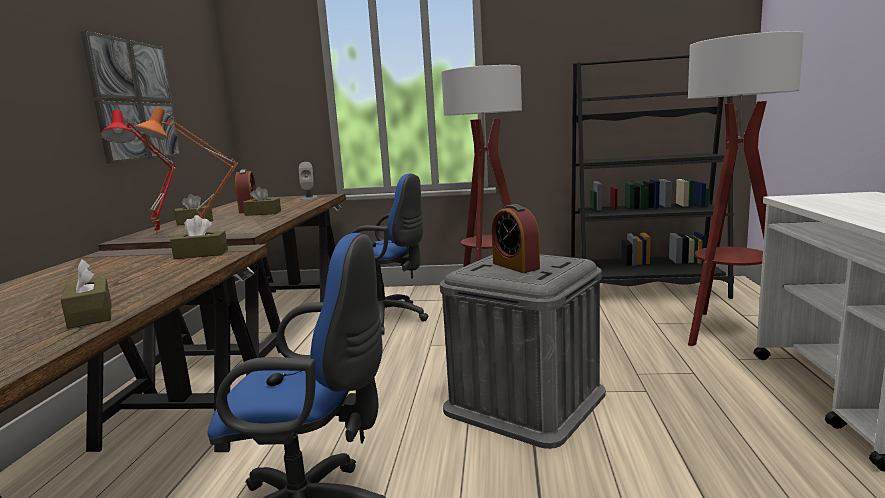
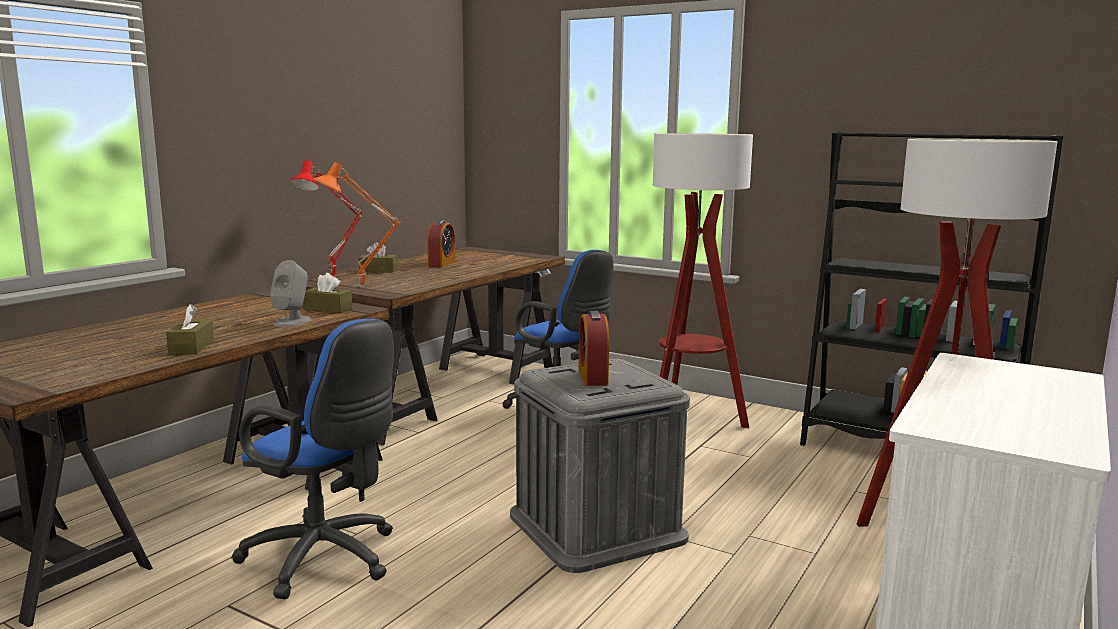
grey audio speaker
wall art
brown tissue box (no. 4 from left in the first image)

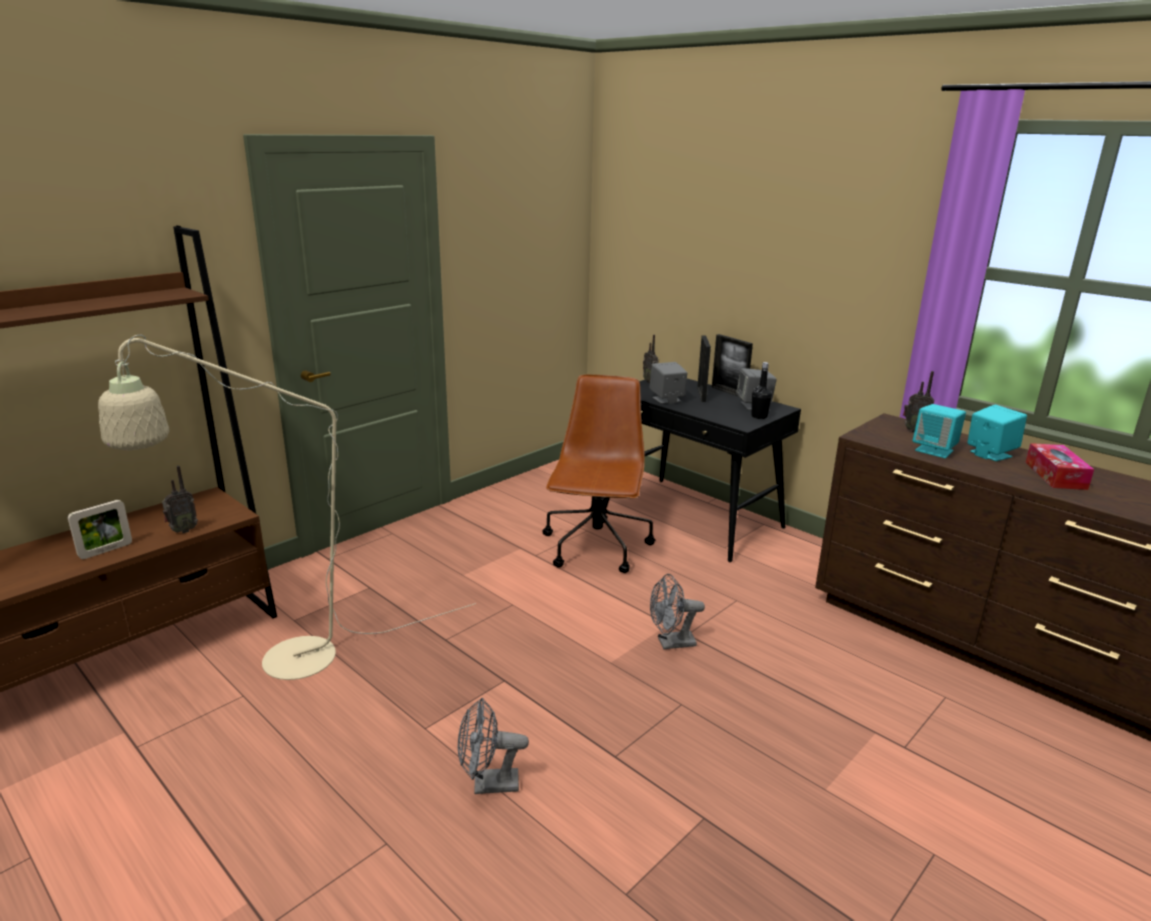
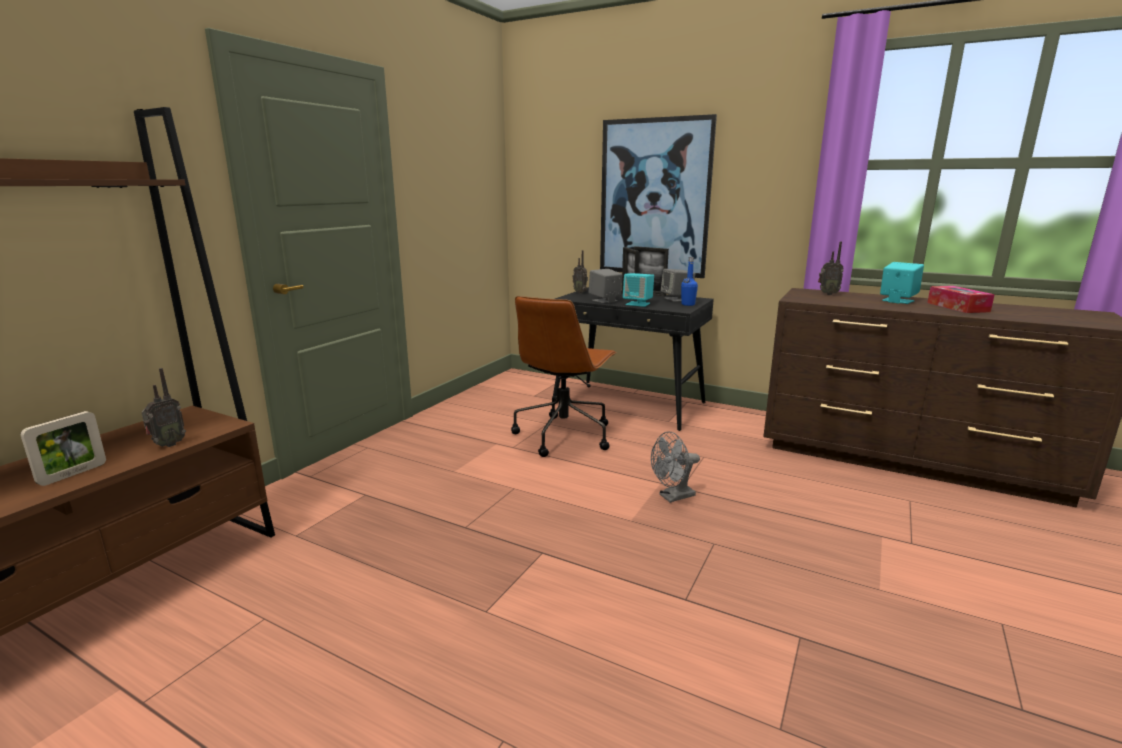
brown desk chair
wall art
turquoise audio speaker (no. 1 from left)
blue drink bottle
beige-coloured standard lamp
grey electric fan (no. 1 from left in the first image)

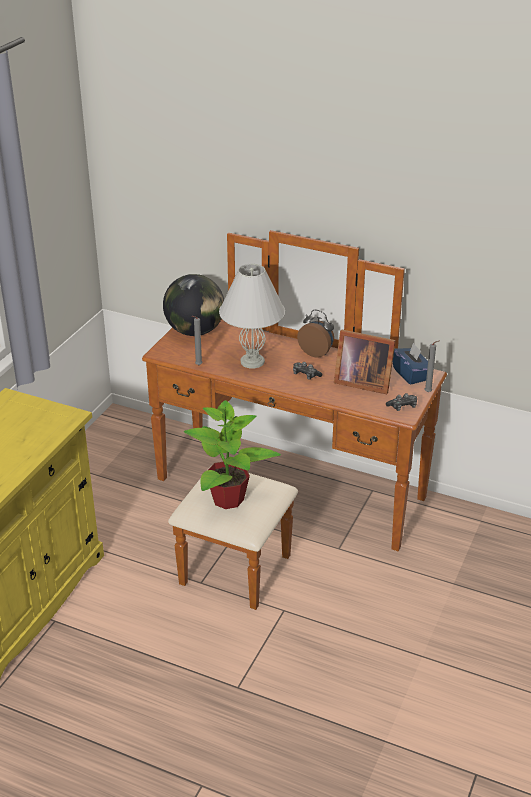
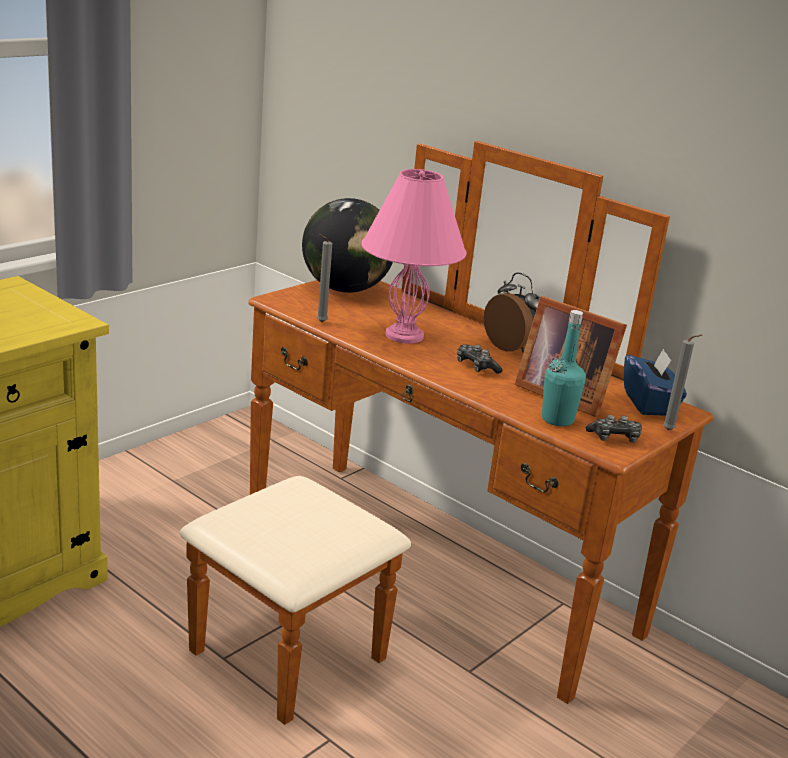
pinkish tabletop lamp
turquoise drink bottle
potted plant

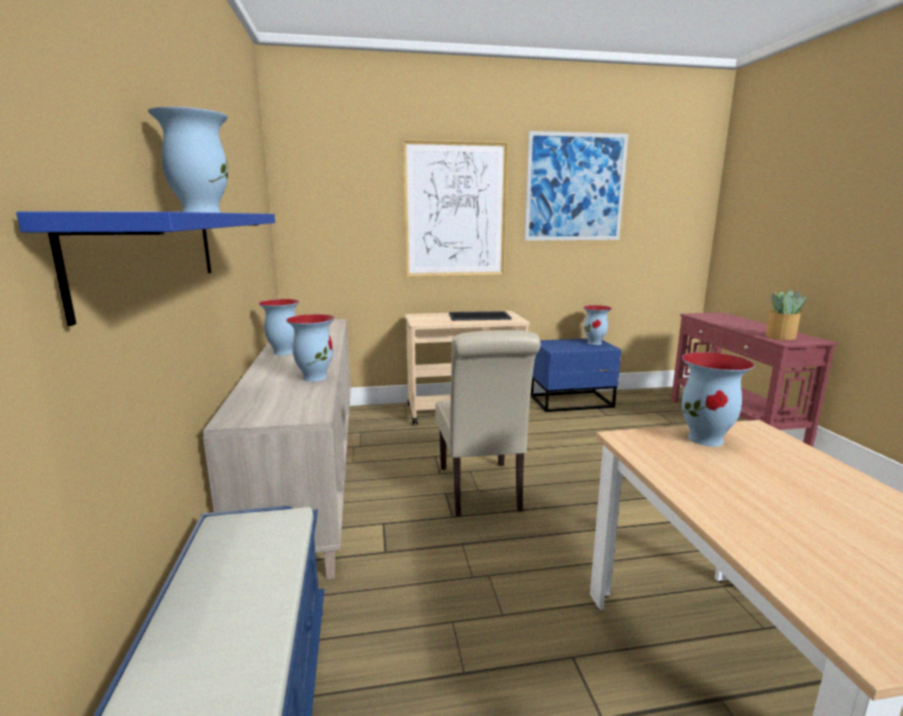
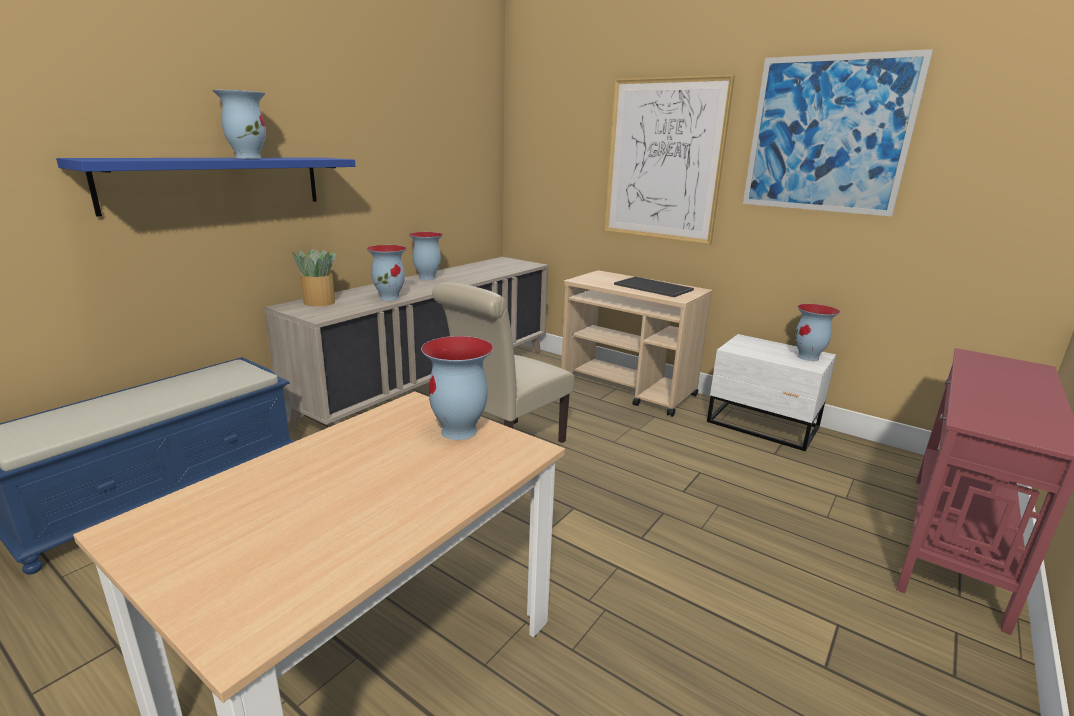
potted plant
white-coloured night table

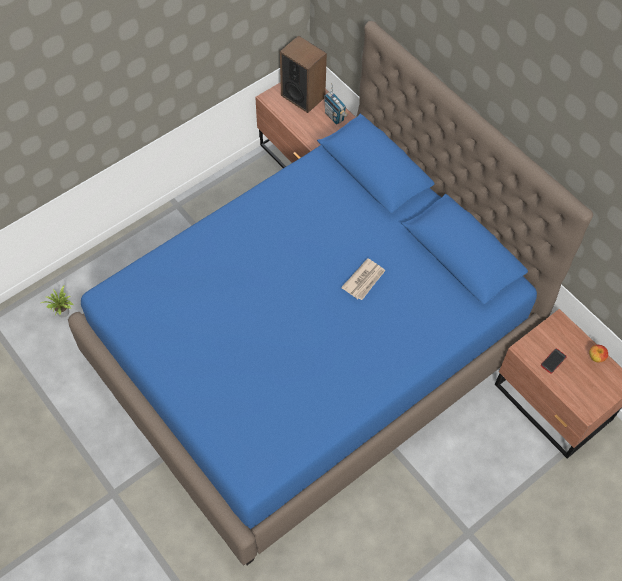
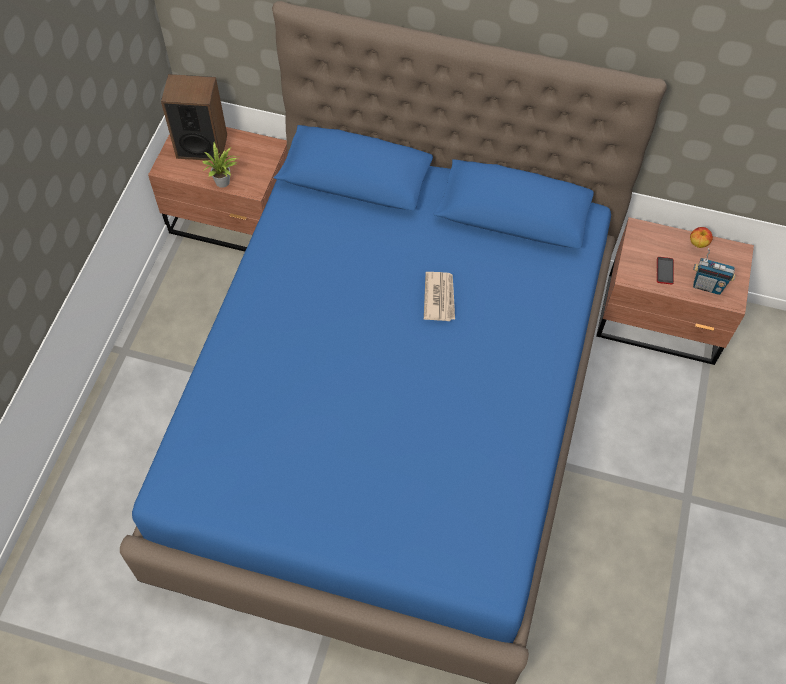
potted plant
radio receiver

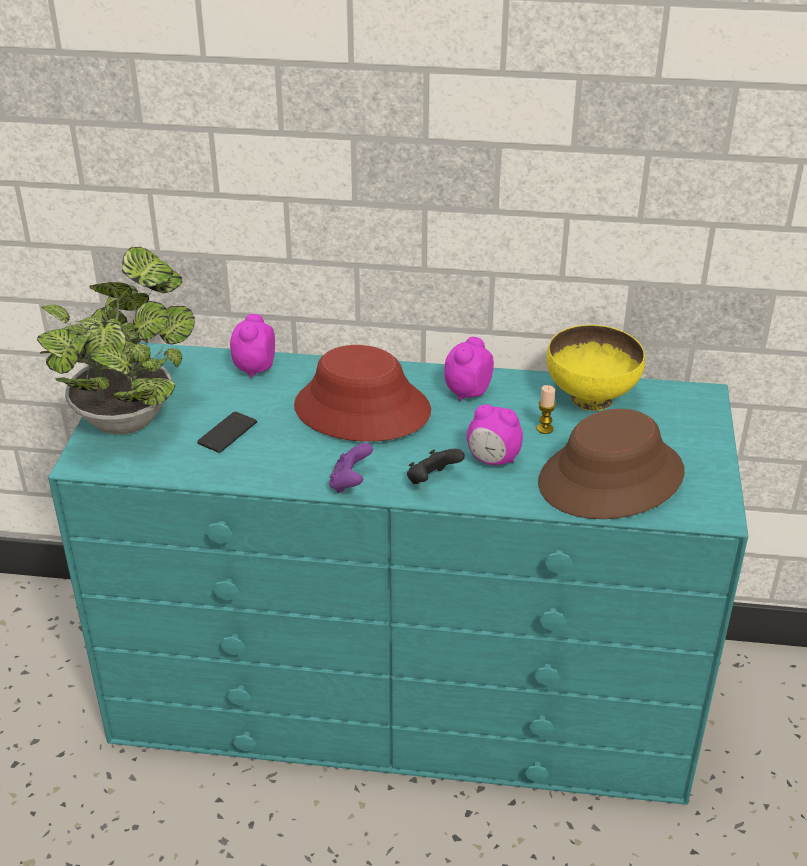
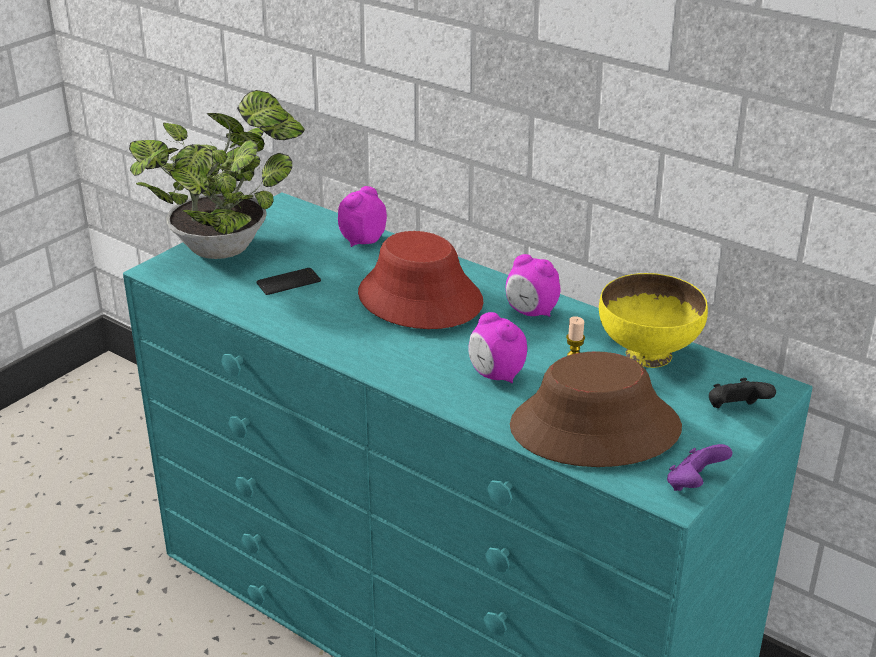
bedside clock (no. 3 from left)
purple-coloured game controller
black game controller

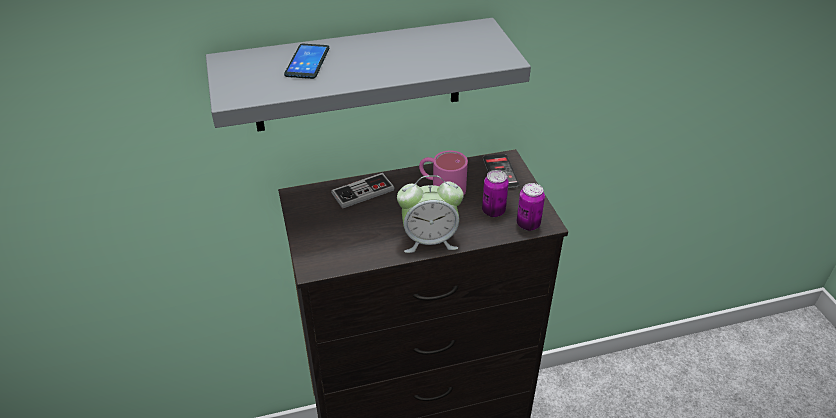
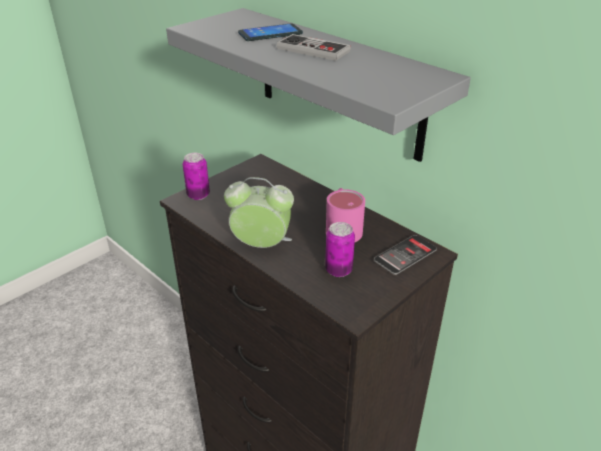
can (no. 1 from left)
bedside clock
game controller

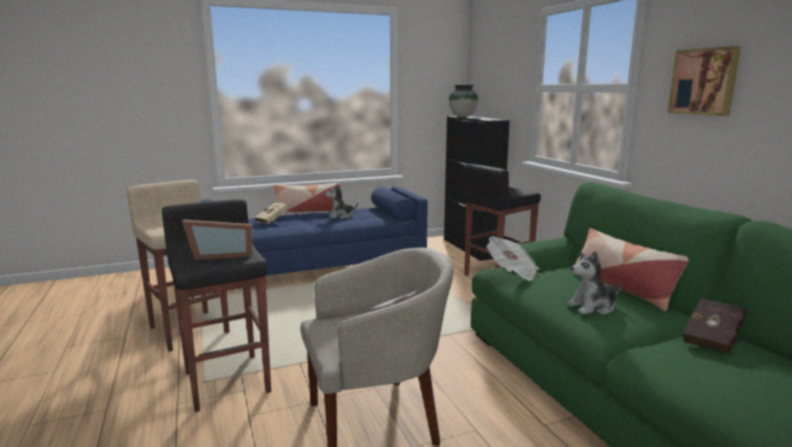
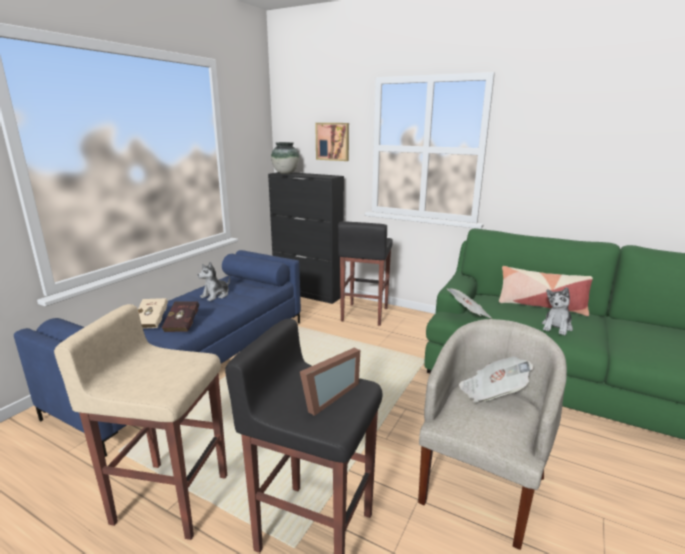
red bound book
wall art
pillow (no. 1 from left in the first image)

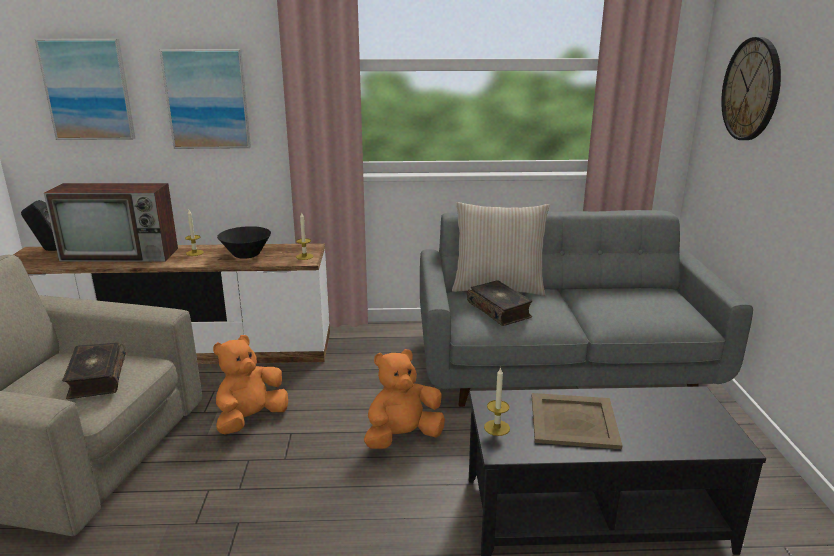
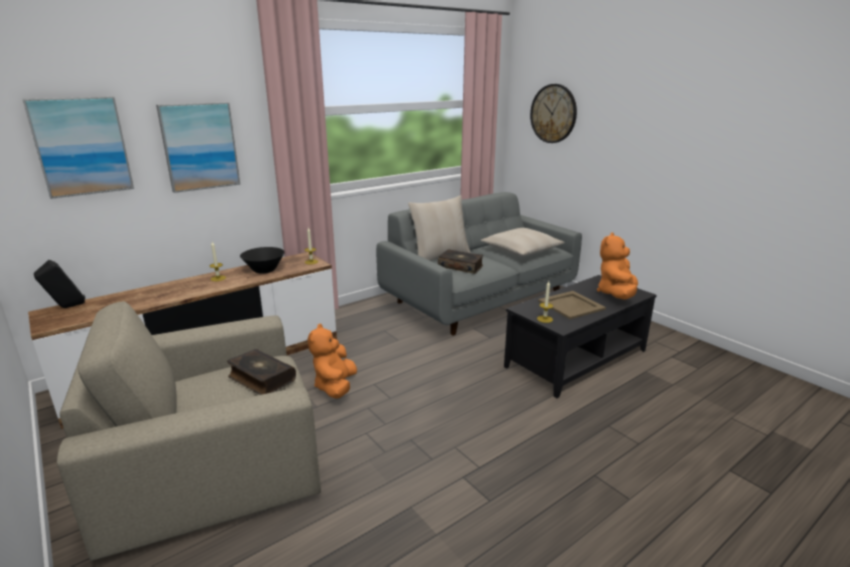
beige-coloured pillow (no. 2 from left)
orangey soft toy (no. 2 from left)
TV

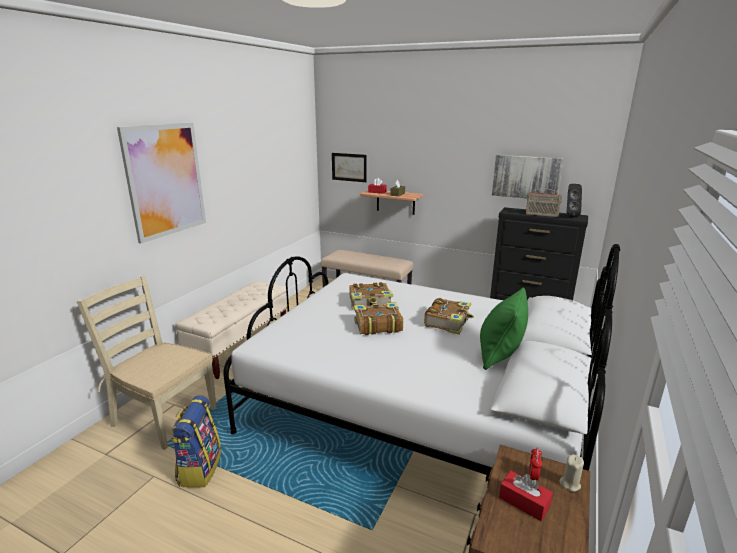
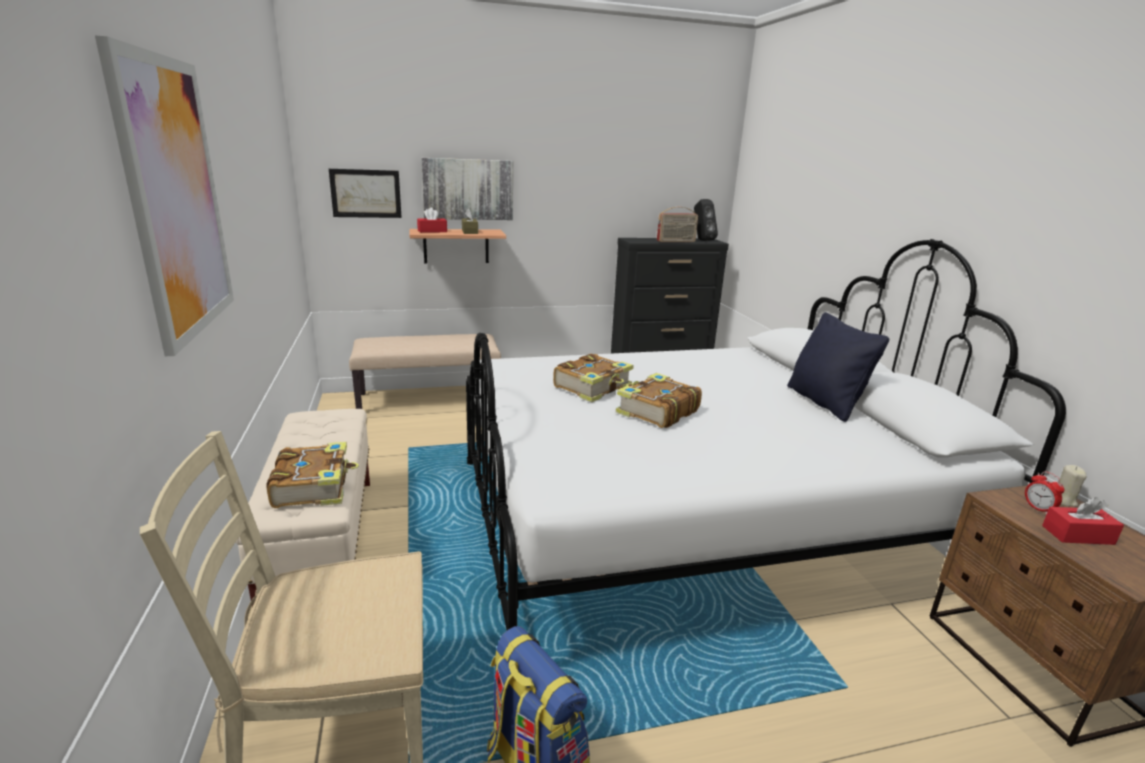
bound book (no. 1 from left)
wall art (no. 3 from left)
black pillow

